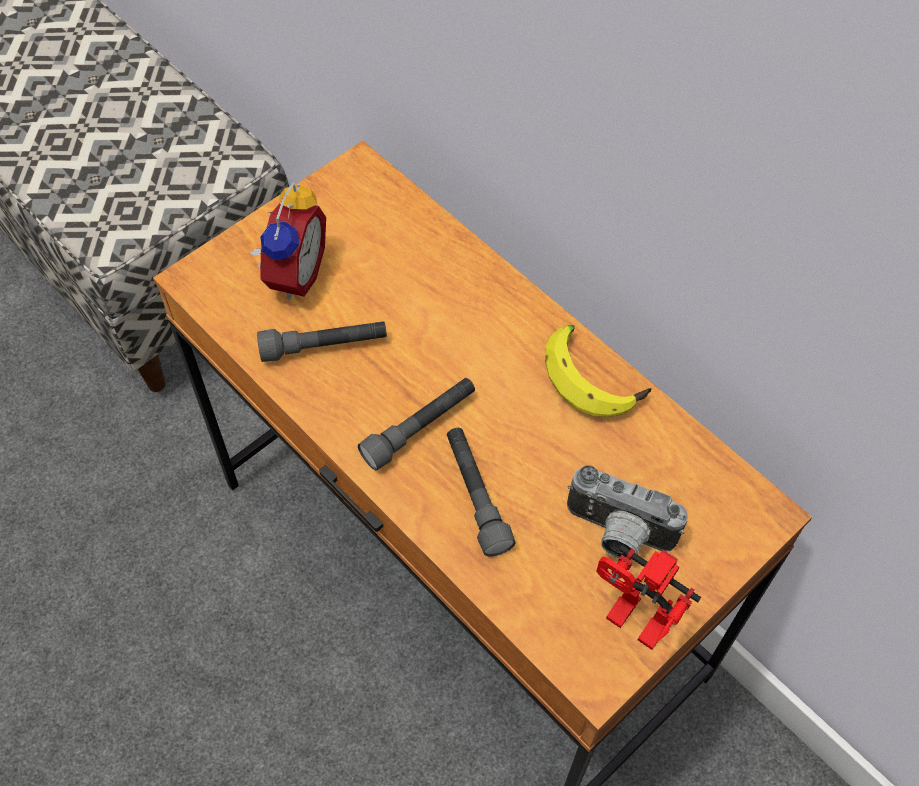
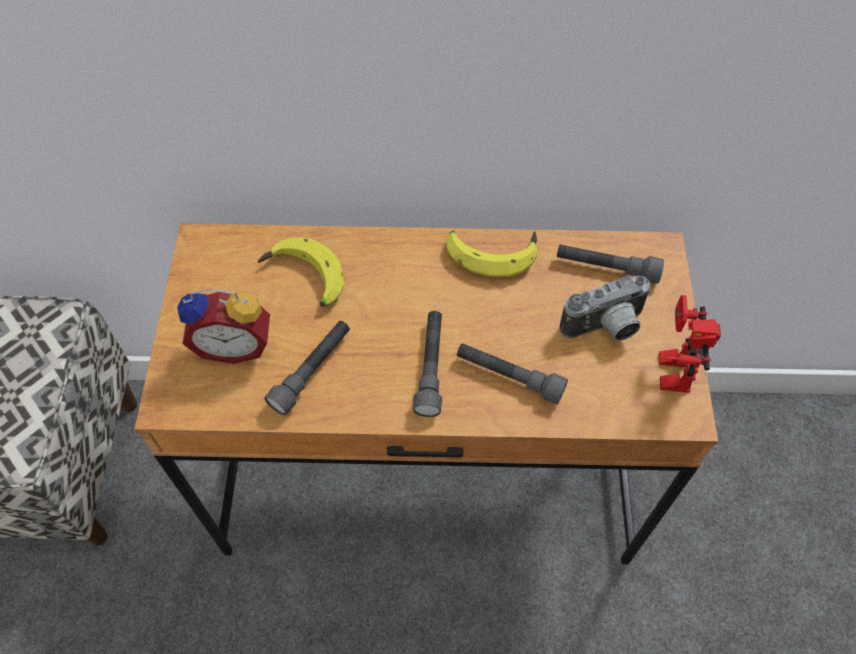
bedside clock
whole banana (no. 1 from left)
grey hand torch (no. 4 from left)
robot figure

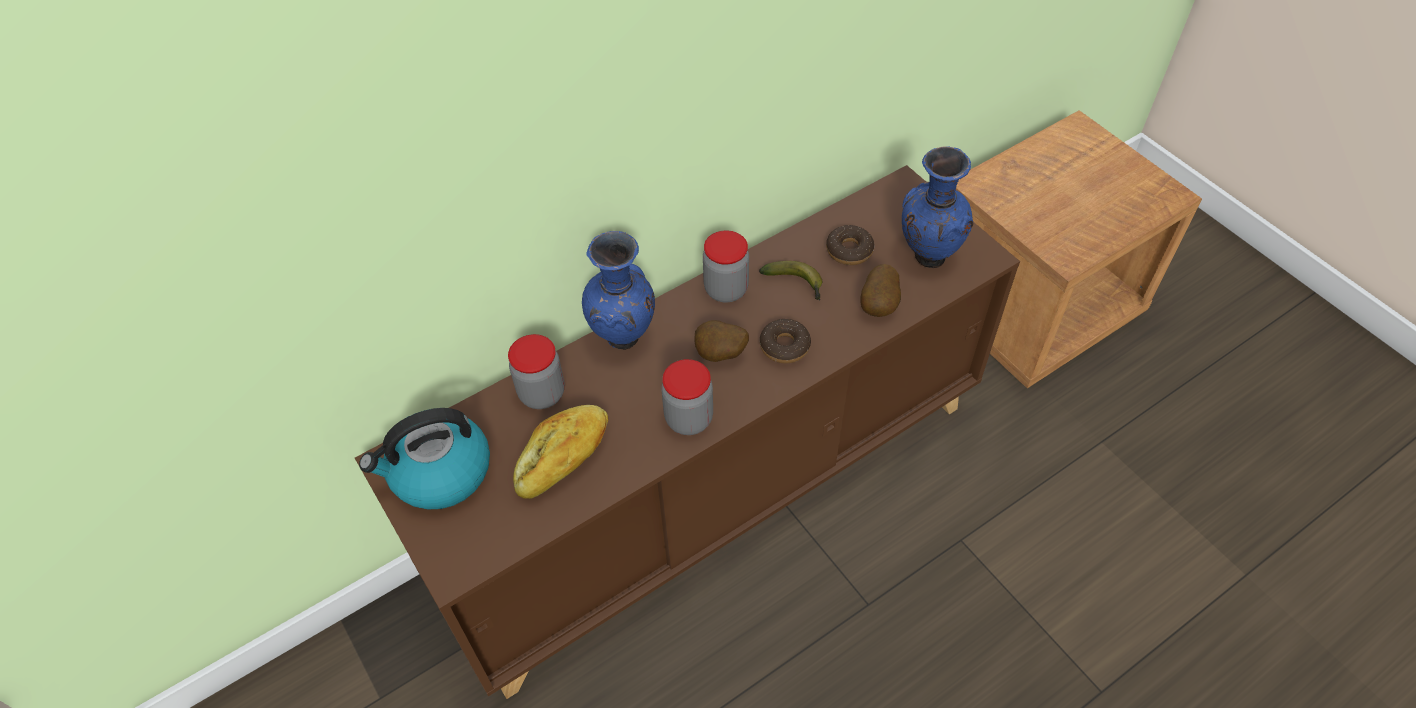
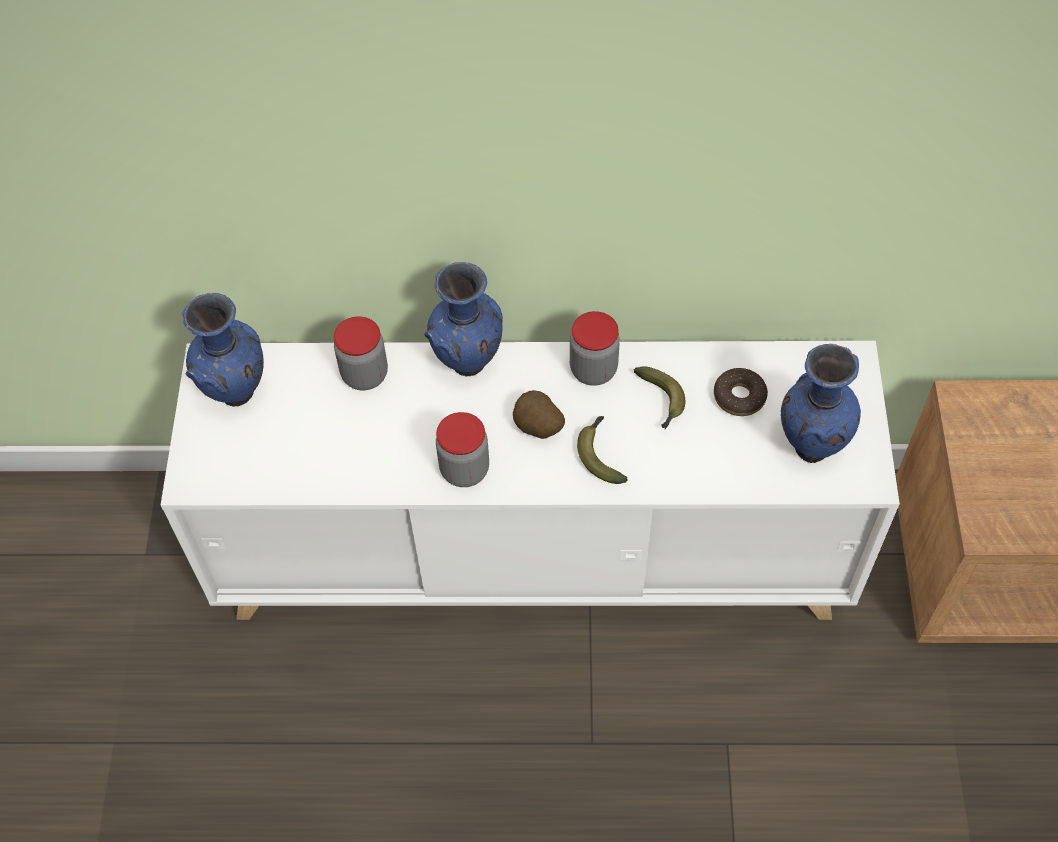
white-coloured cabinet
blue decorative vase (no. 1 from left)
whole banana (no. 1 from left)
bread
potato (no. 2 from left in the first image)

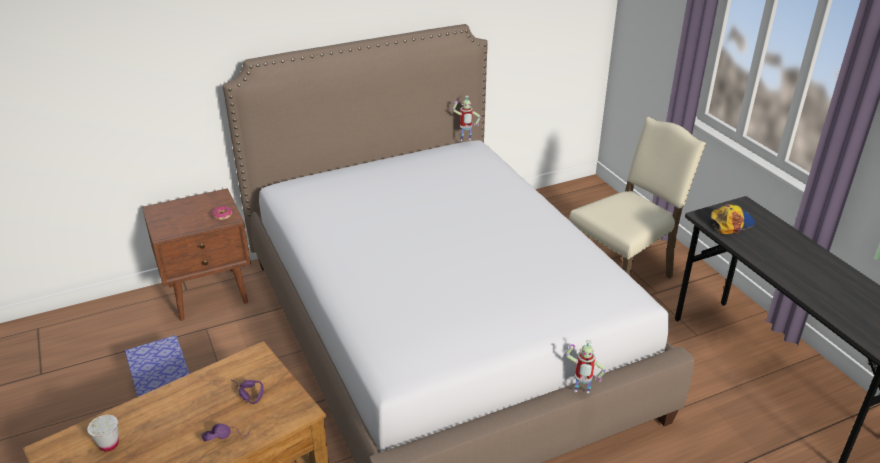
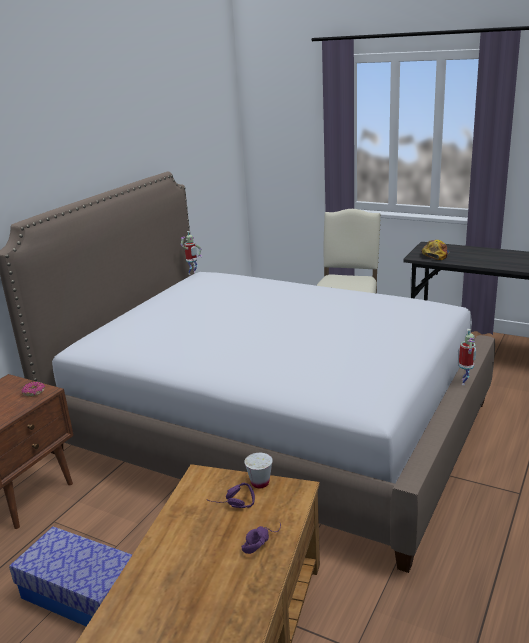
white-coloured cup
robot figure (no. 2 from left)

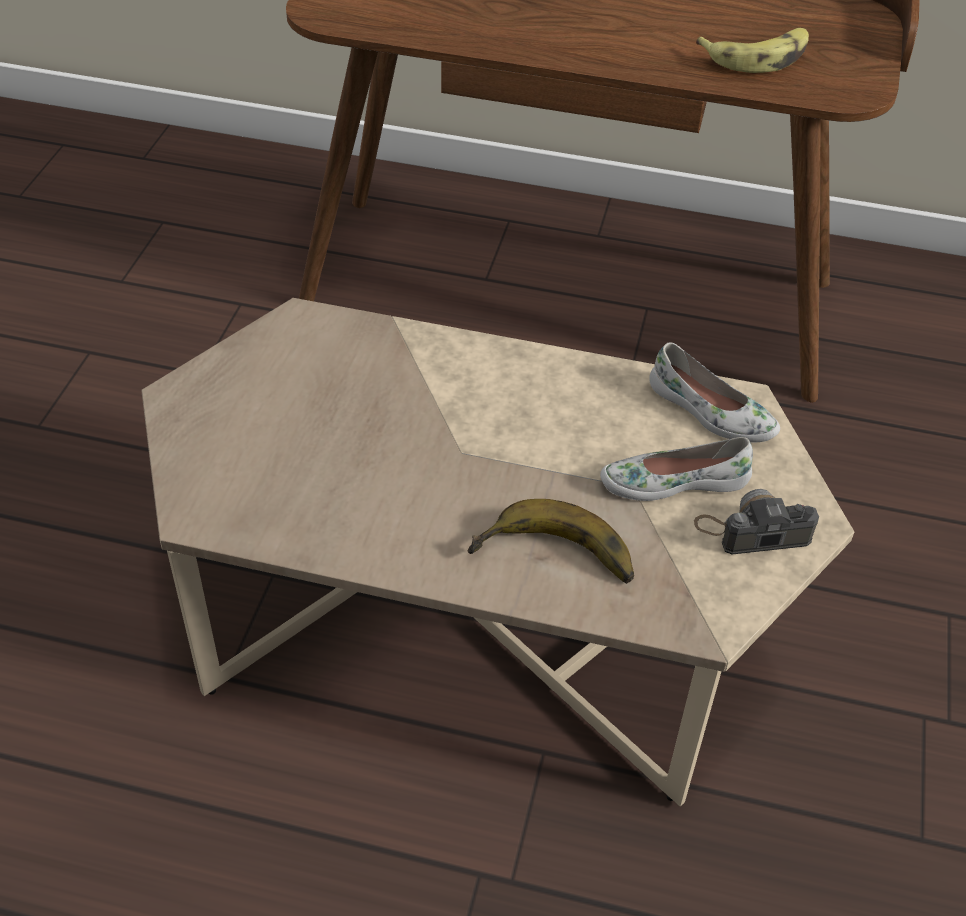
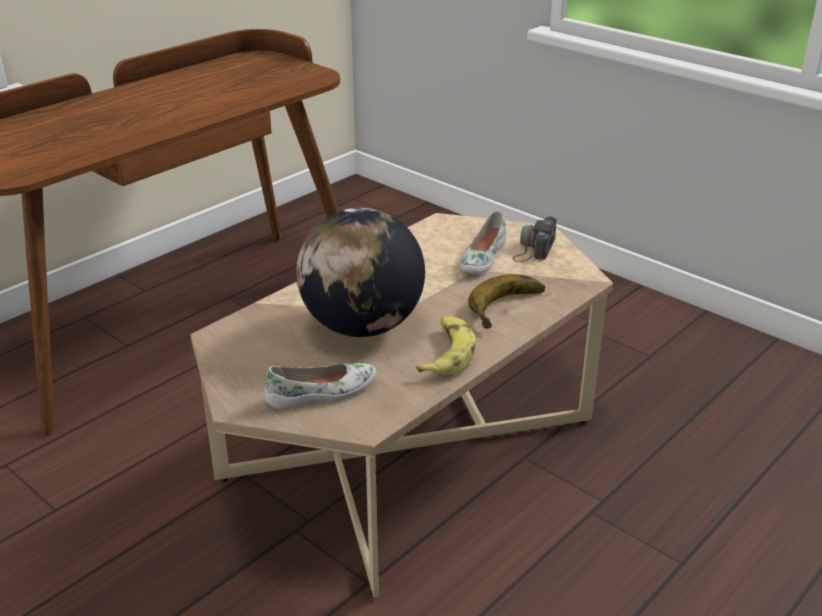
white-coloured shoe (no. 1 from left)
world globe
whole banana (no. 1 from left)

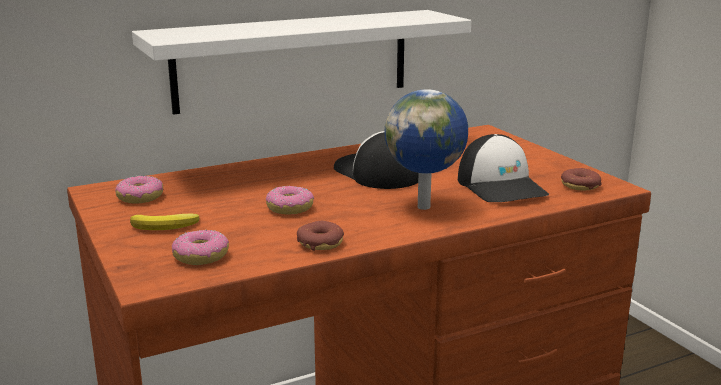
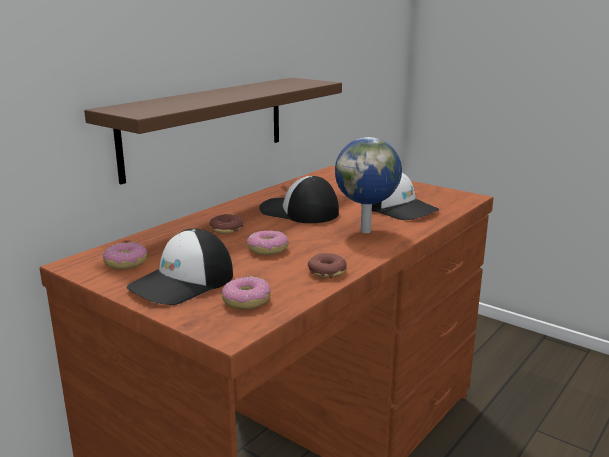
brown bracket shelf
baseball cap (no. 1 from left)
doughnut (no. 2 from left)

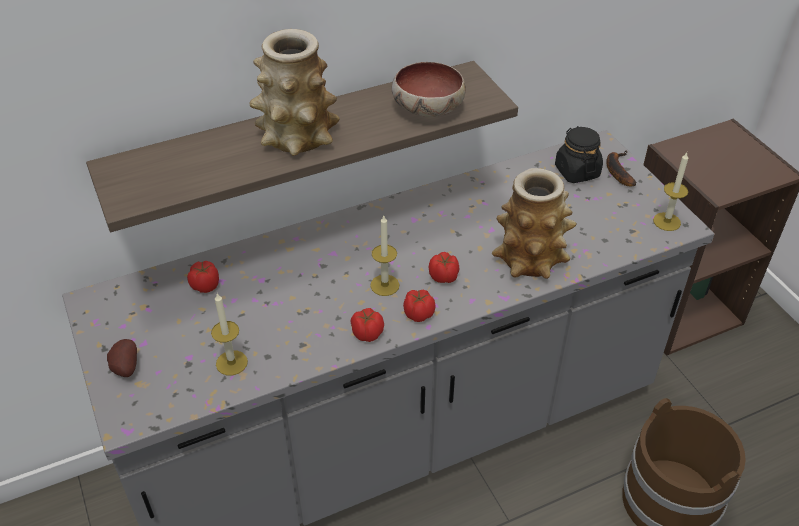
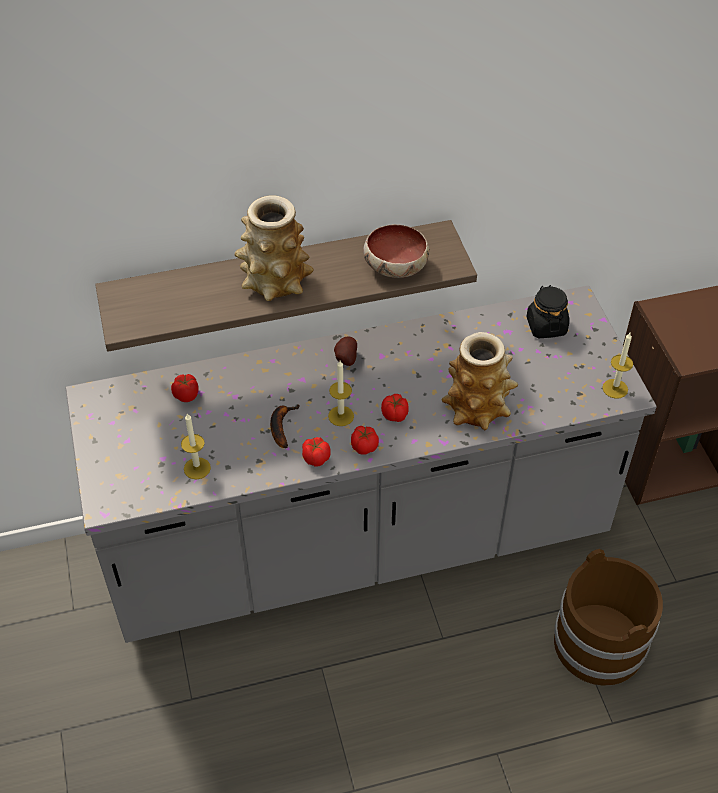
whole banana
potato

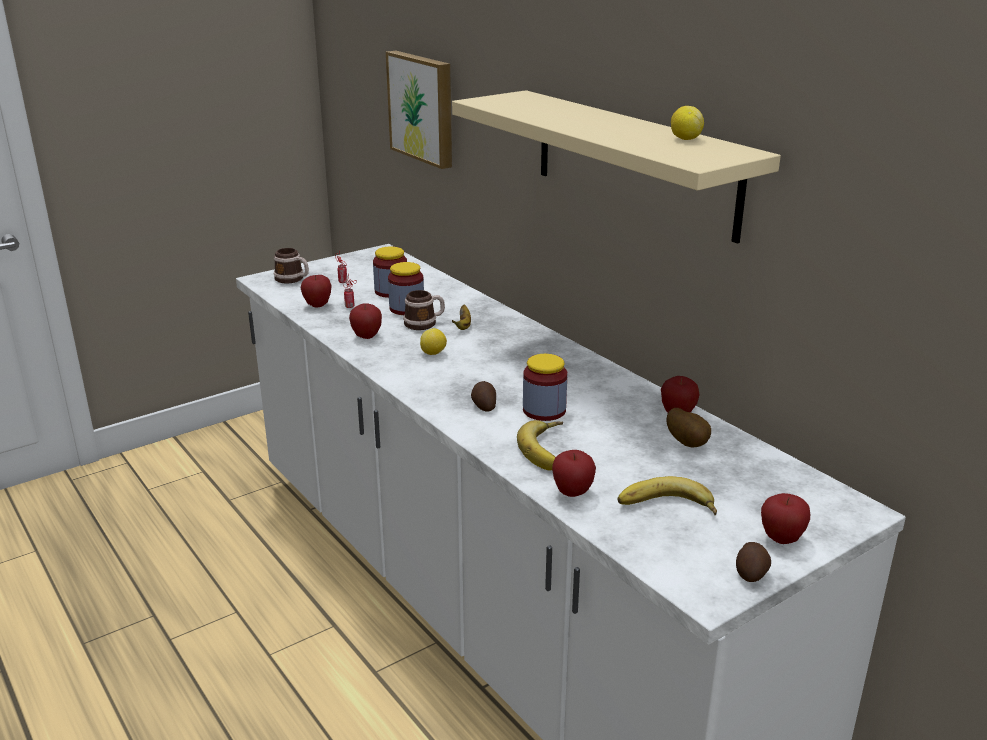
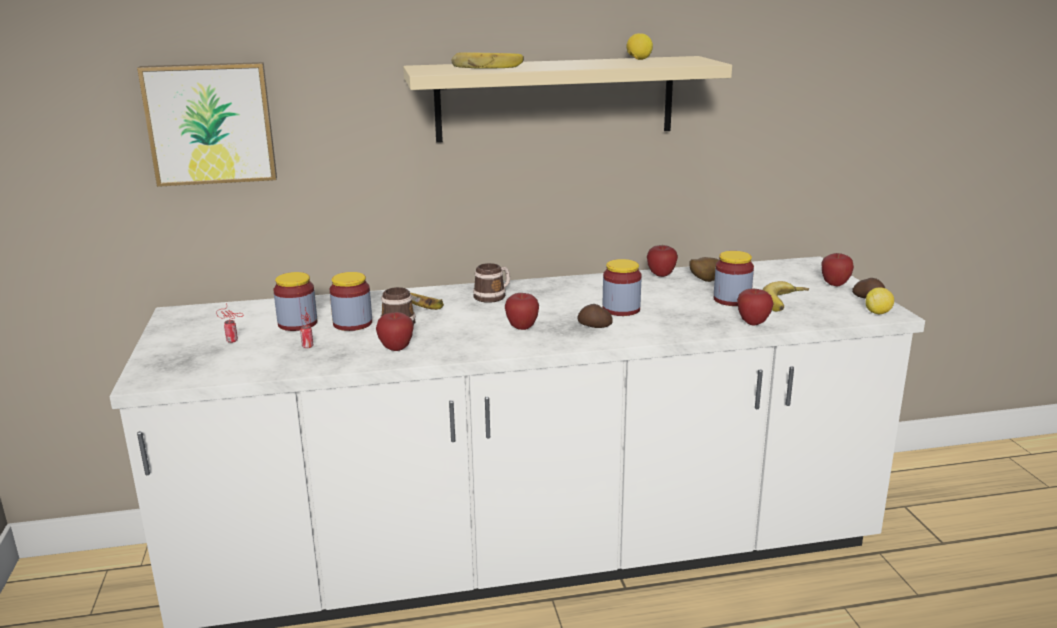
whole banana (no. 2 from left)
coffee mug (no. 2 from left)
whole apple (no. 2 from left)
jar (no. 4 from left)
whole lemon (no. 2 from left)

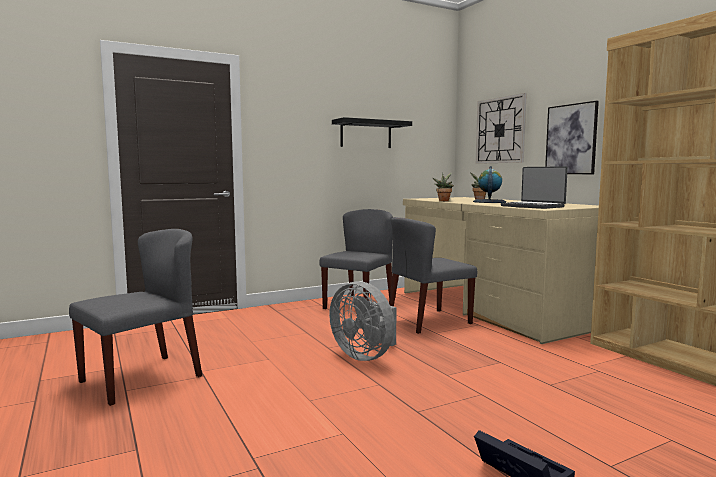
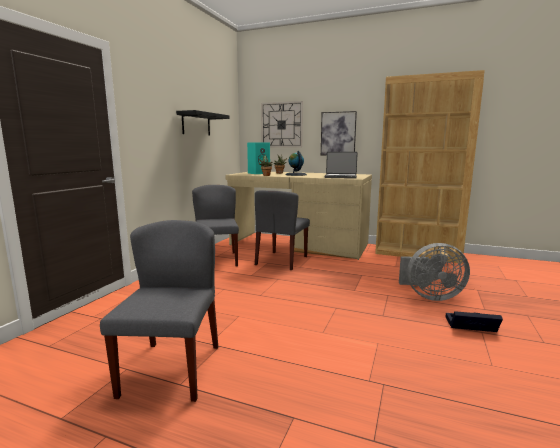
turquoise audio speaker
grey electric fan

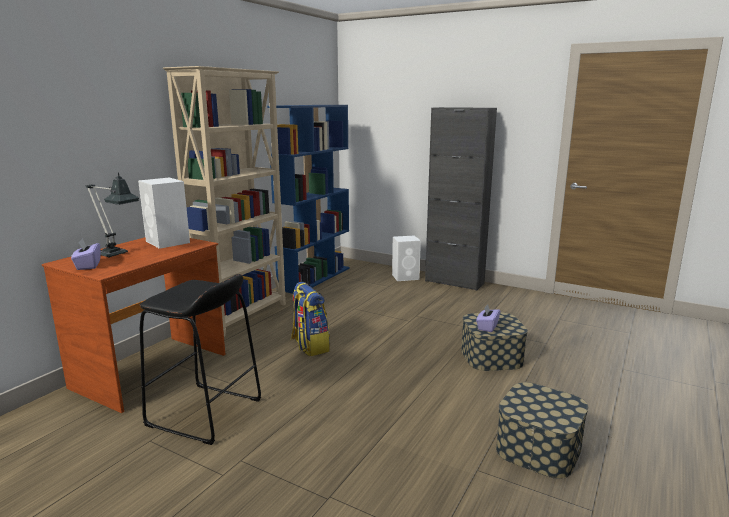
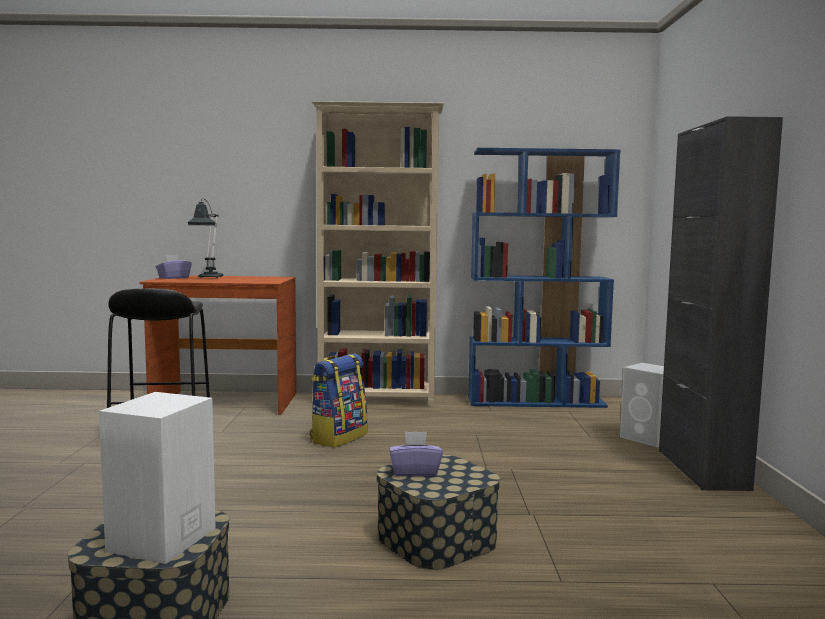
white-coloured audio speaker (no. 1 from left)

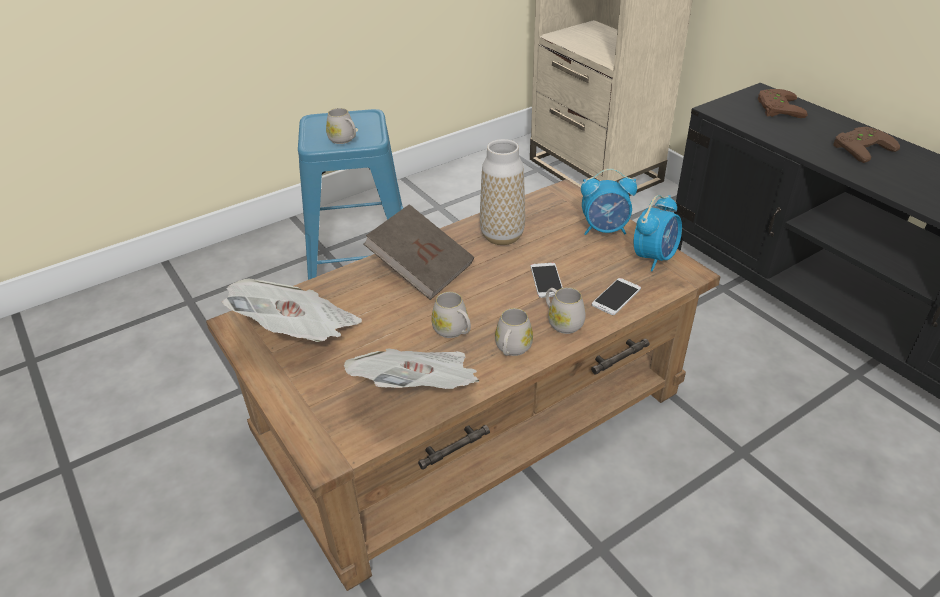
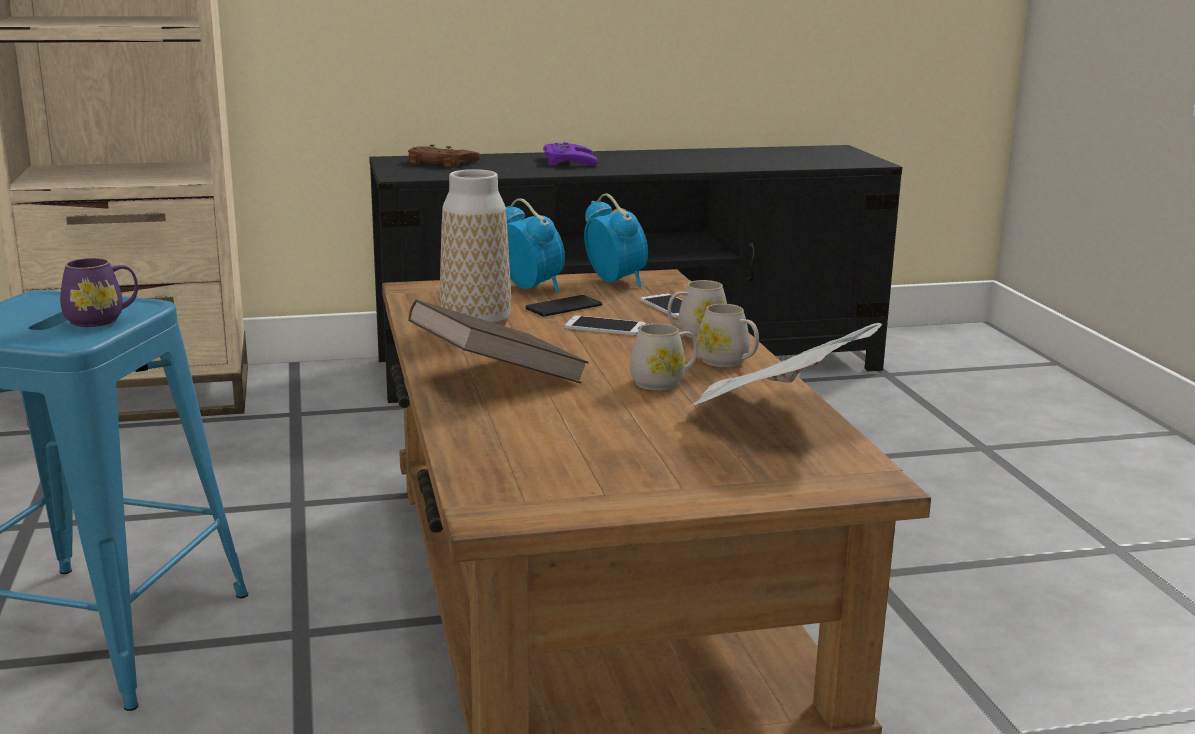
purple-coloured coffee mug
bedside clock (no. 1 from left)
telephone (no. 1 from left)
purple-coloured game controller
daily paper (no. 1 from left in the first image)

